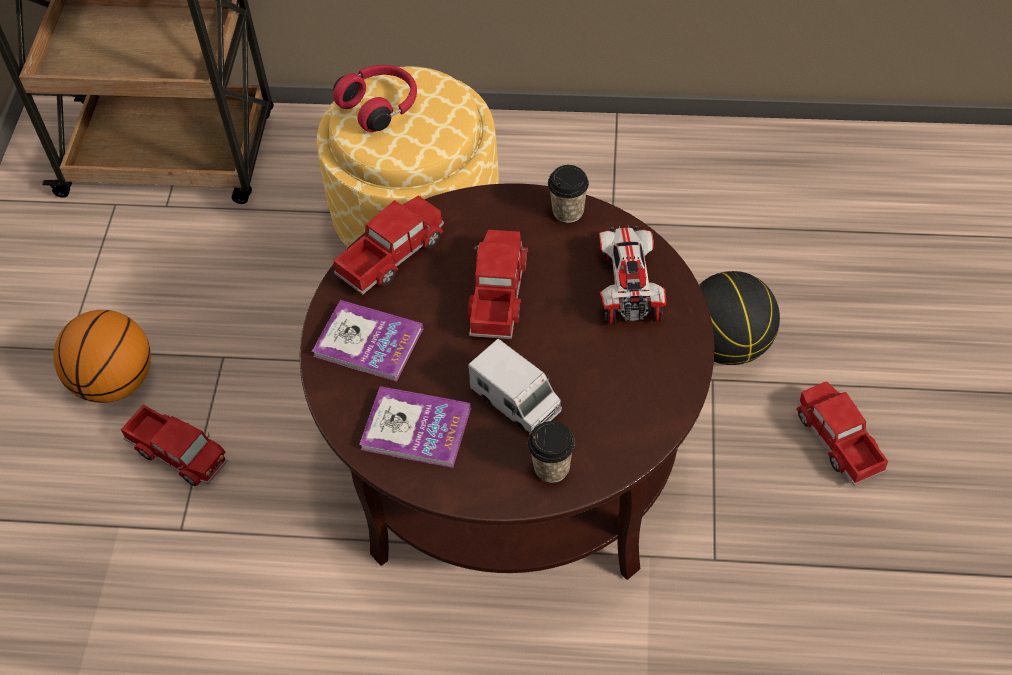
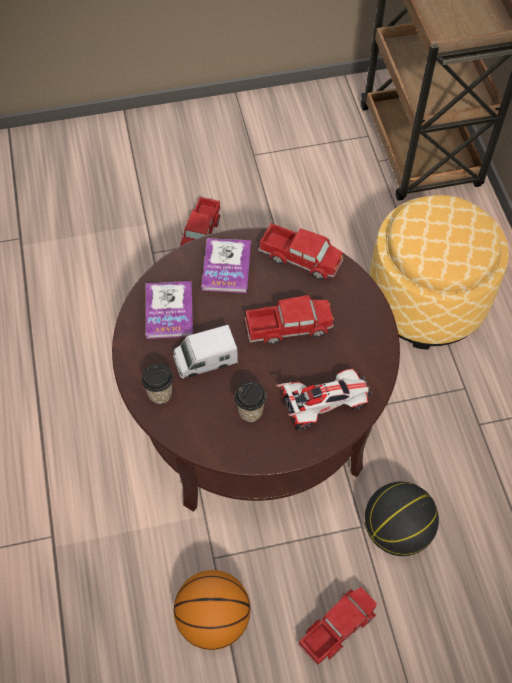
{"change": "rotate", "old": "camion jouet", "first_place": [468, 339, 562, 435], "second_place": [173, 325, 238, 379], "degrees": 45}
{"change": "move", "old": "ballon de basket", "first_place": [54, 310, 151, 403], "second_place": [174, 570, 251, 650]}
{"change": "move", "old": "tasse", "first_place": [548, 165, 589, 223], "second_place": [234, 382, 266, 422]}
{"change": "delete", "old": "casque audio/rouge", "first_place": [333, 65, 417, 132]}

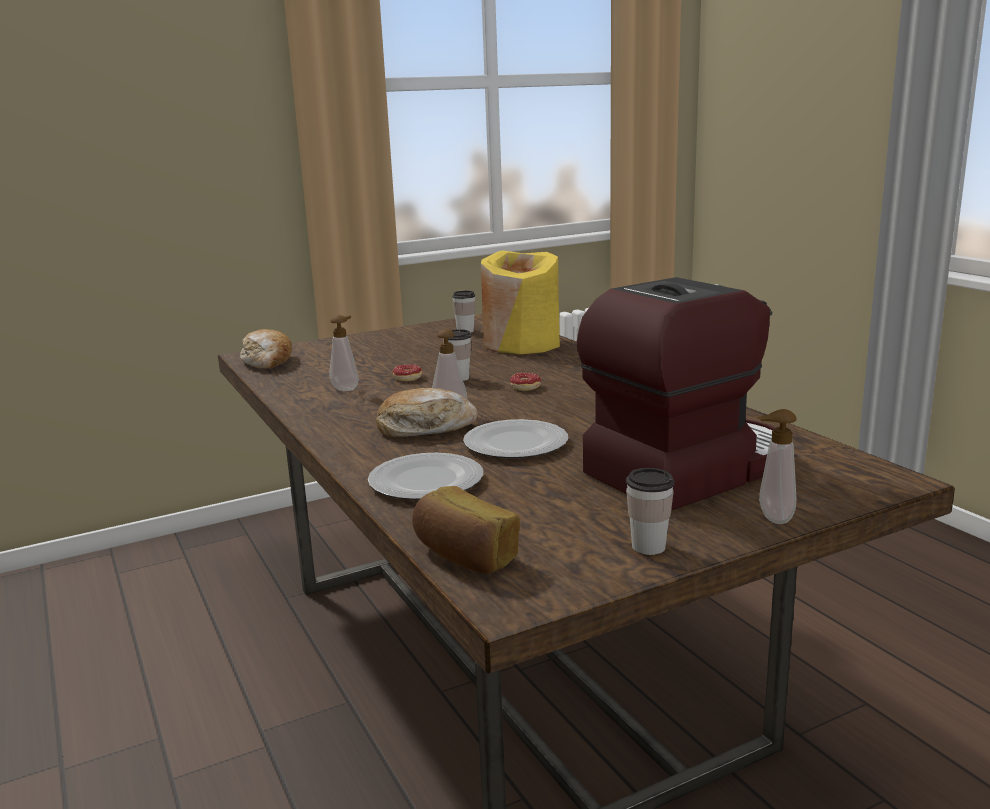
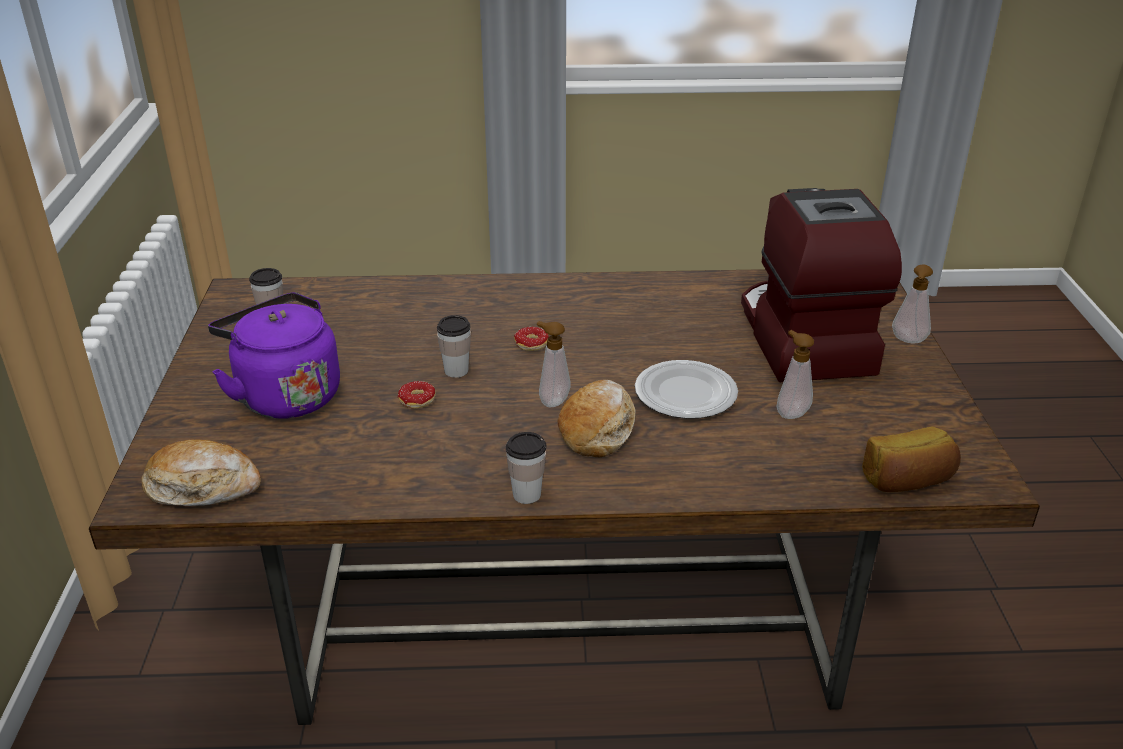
{"change": "insert", "new": "bouilloire/violet", "second_place": [208, 292, 340, 419]}
{"change": "move", "old": "tasse", "first_place": [626, 468, 674, 555], "second_place": [505, 432, 546, 504]}
{"change": "move", "old": "distributeur de savon", "first_place": [329, 315, 359, 391], "second_place": [776, 330, 814, 419]}
{"change": "delete", "old": "assiette", "first_place": [368, 453, 483, 500]}
{"change": "delete", "old": "vase/jaune", "first_place": [481, 251, 560, 354]}

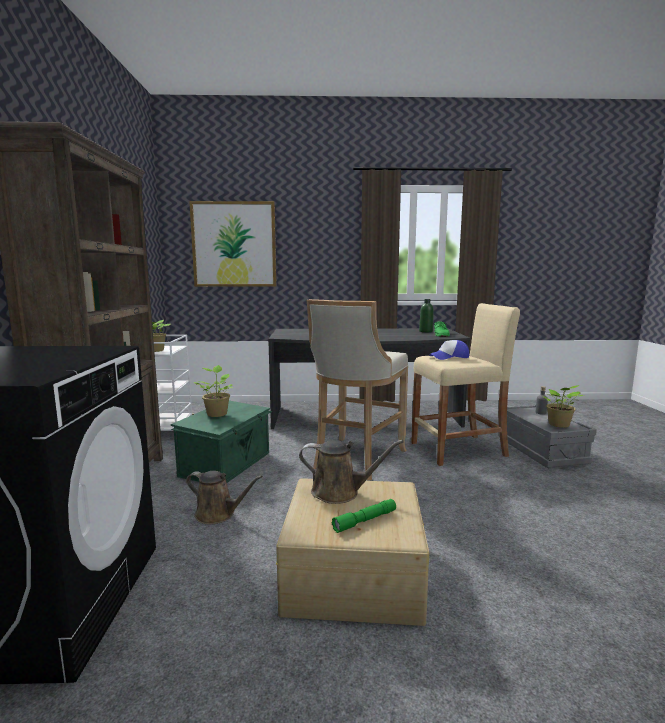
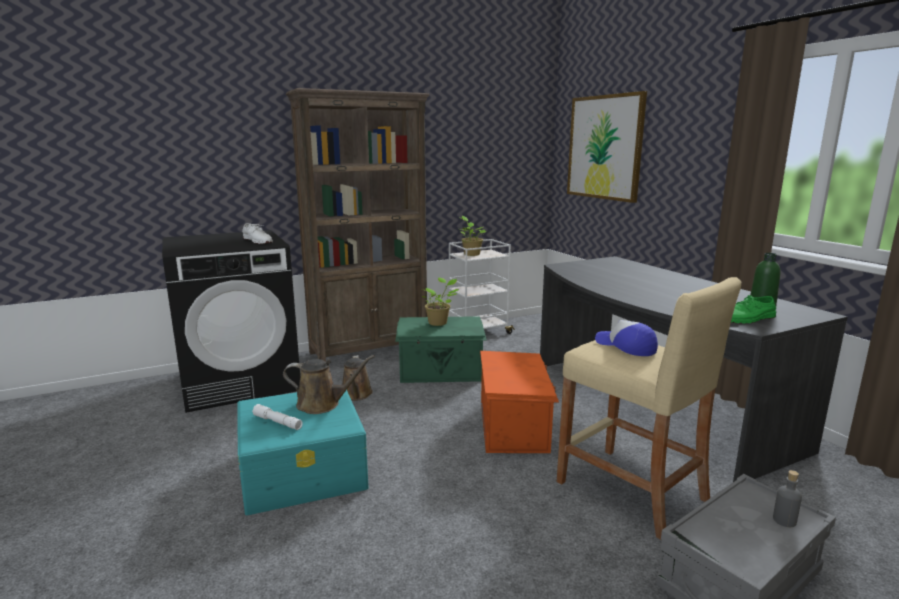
{"change": "recolor", "old": "boîte de rangement/beige", "new": "boîte de rangement/turquoise", "first_place": [276, 478, 429, 626], "second_place": [237, 390, 368, 515]}
{"change": "insert", "new": "chaussure/blanc", "second_place": [242, 223, 273, 244]}
{"change": "recolor", "old": "lampe de poche/vert", "new": "lampe de poche/blanc", "first_place": [332, 499, 396, 533], "second_place": [252, 404, 303, 430]}
{"change": "rotate", "old": "arrosoir/marron", "first_place": [299, 440, 404, 504], "second_place": [283, 355, 375, 414], "degrees": -75}
{"change": "replace", "old": "tabouret/beige", "new": "boîte de rangement/orange", "first_place": [307, 299, 408, 480], "second_place": [480, 351, 559, 453]}
{"change": "delete", "old": "plante en pot", "first_place": [543, 385, 583, 428]}

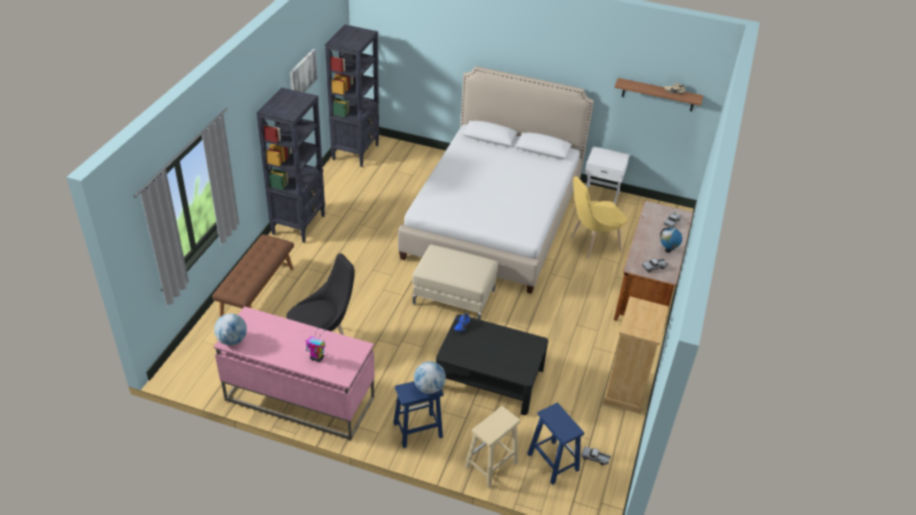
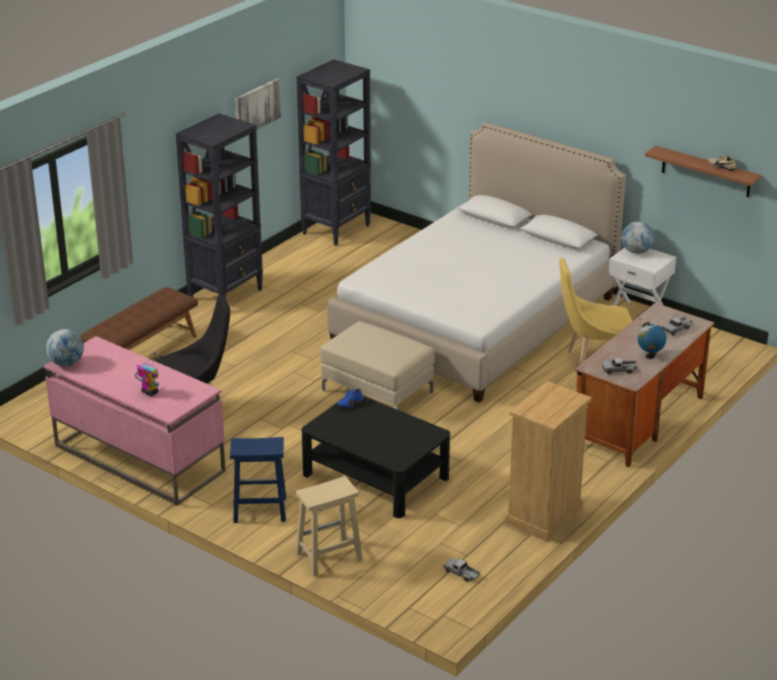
{"change": "move", "old": "globe", "first_place": [414, 361, 446, 394], "second_place": [622, 221, 654, 254]}
{"change": "delete", "old": "tabouret/bleu", "first_place": [527, 402, 584, 485]}

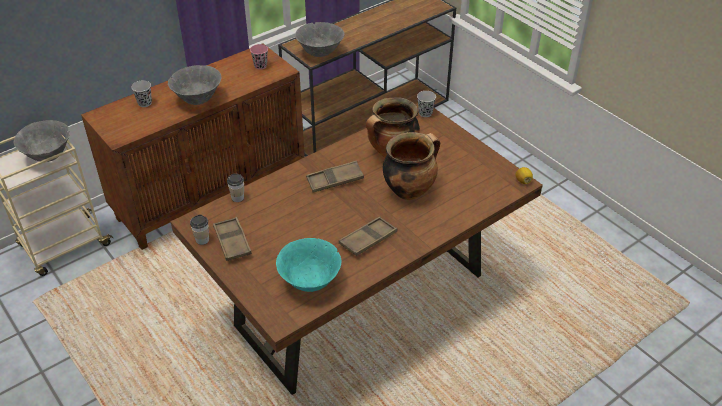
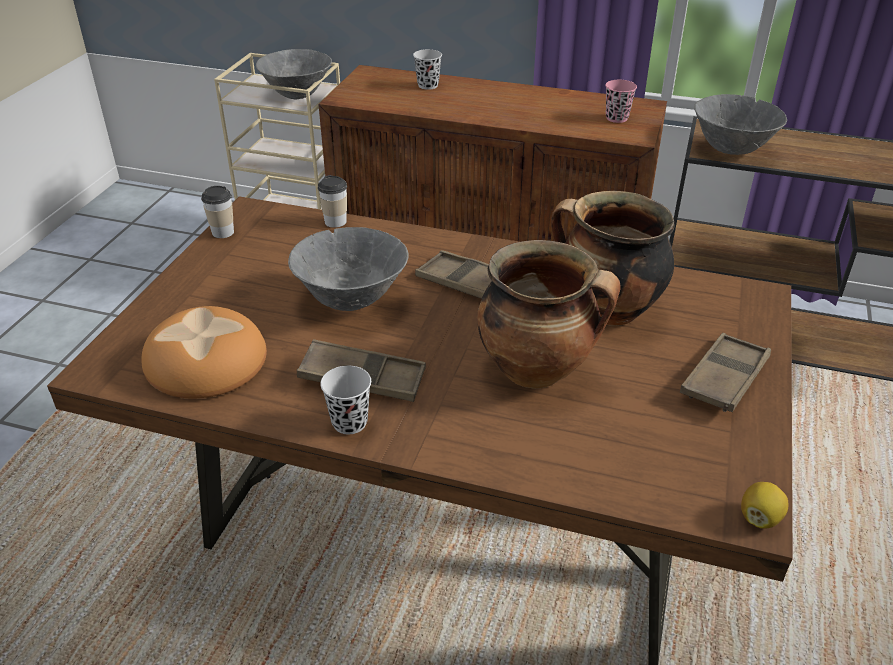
{"change": "replace", "old": "bol/turquoise", "new": "pain", "first_place": [276, 238, 342, 292], "second_place": [142, 306, 267, 399]}
{"change": "move", "old": "bol/gris", "first_place": [168, 65, 221, 105], "second_place": [288, 227, 409, 311]}
{"change": "move", "old": "tasse/noir", "first_place": [417, 91, 436, 117], "second_place": [320, 366, 371, 434]}
{"change": "move", "old": "plateau/marron", "first_place": [213, 217, 252, 261], "second_place": [680, 333, 771, 412]}

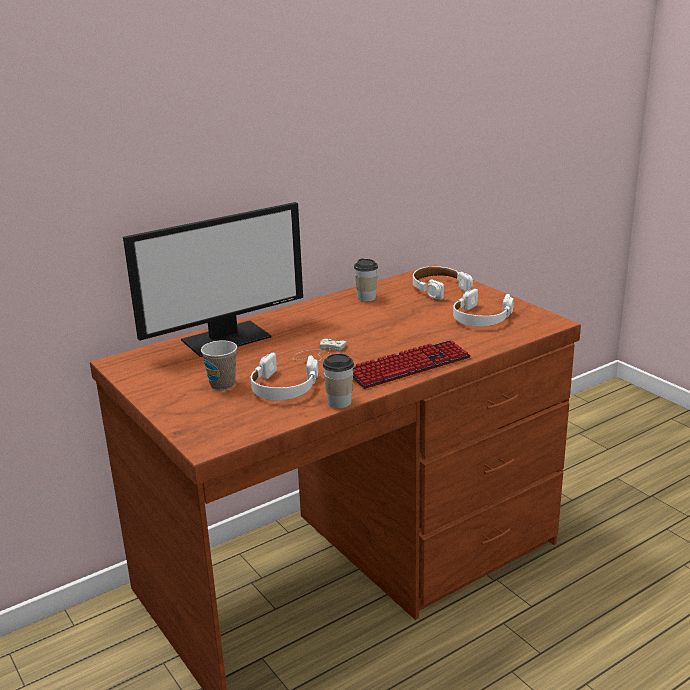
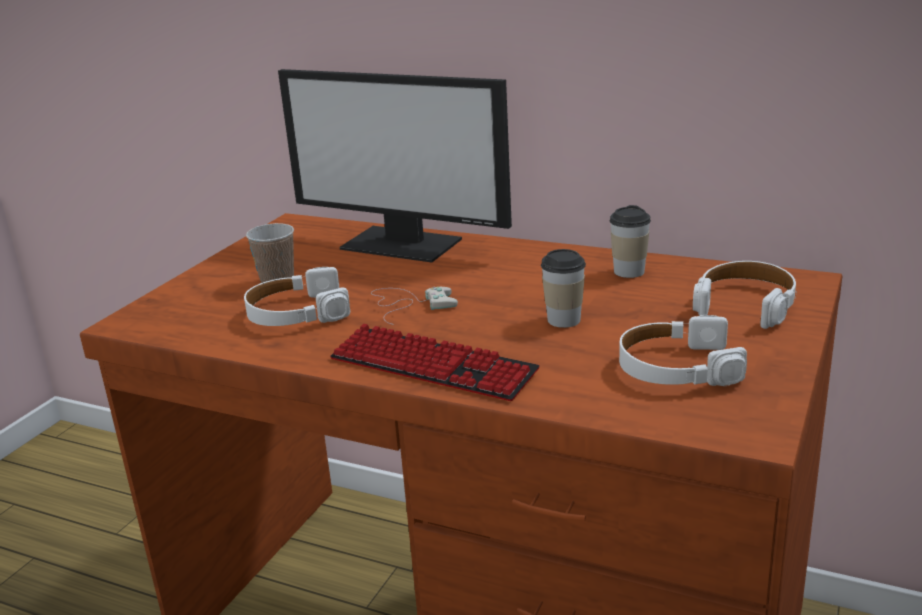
{"change": "move", "old": "tasse", "first_place": [323, 354, 354, 408], "second_place": [541, 249, 586, 328]}

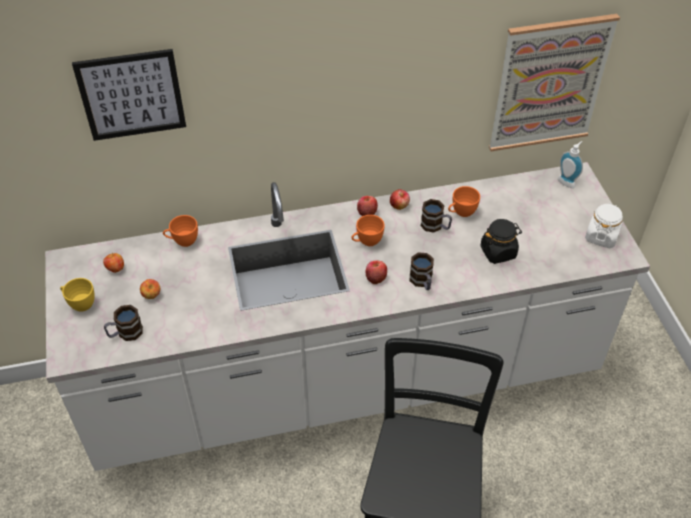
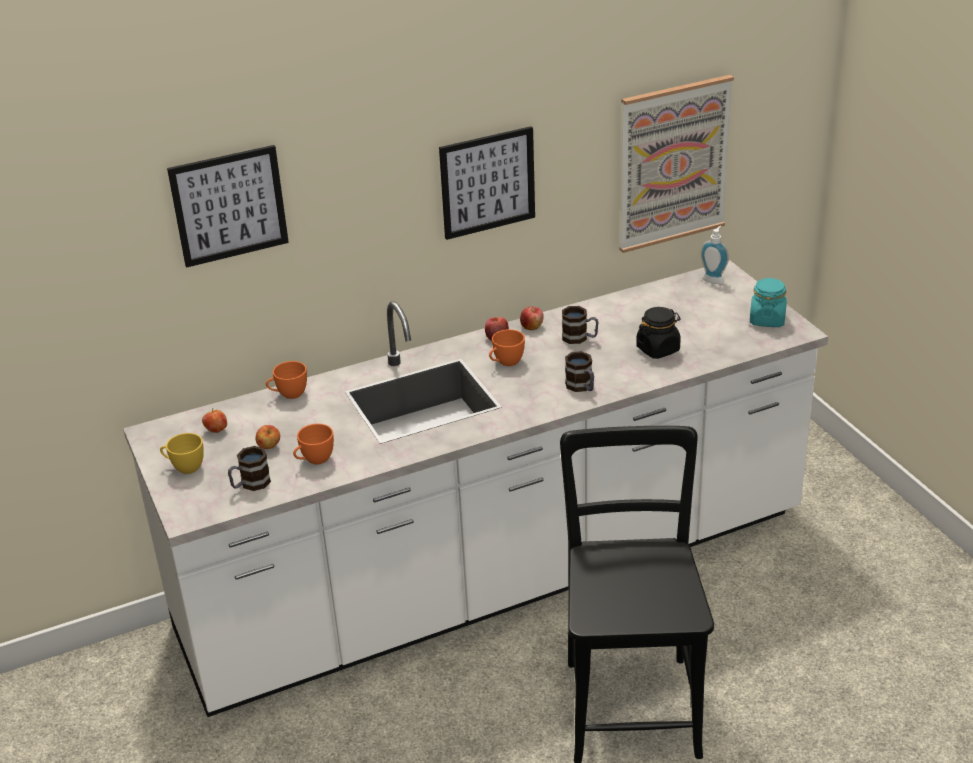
{"change": "move", "old": "tasse/orange", "first_place": [448, 186, 480, 217], "second_place": [293, 424, 334, 464]}
{"change": "insert", "new": "tableau", "second_place": [439, 126, 535, 240]}
{"change": "recolor", "old": "bocal/blanc", "new": "bocal/turquoise", "first_place": [585, 203, 623, 248], "second_place": [750, 278, 787, 327]}
{"change": "delete", "old": "pomme", "first_place": [365, 260, 387, 284]}

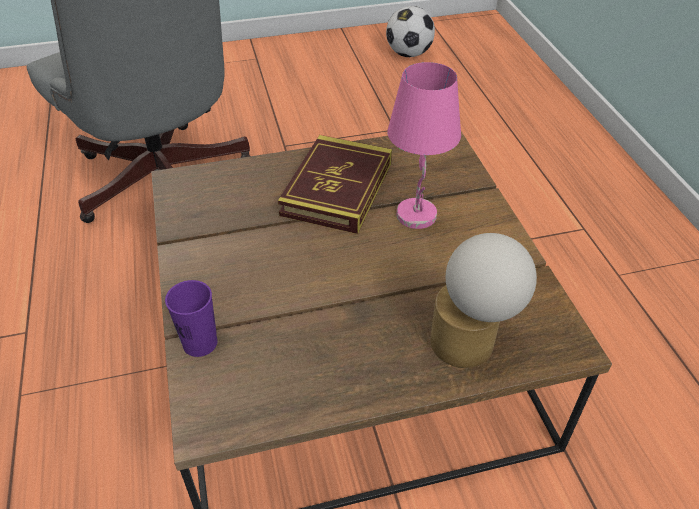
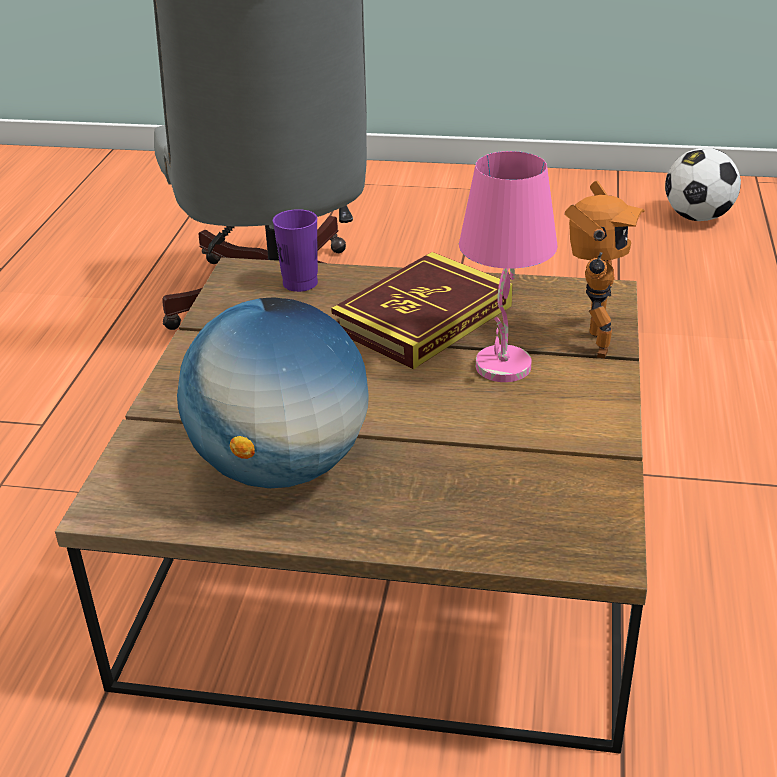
{"change": "insert", "new": "globe", "second_place": [177, 297, 369, 488]}
{"change": "move", "old": "tasse/violet", "first_place": [165, 280, 218, 357], "second_place": [273, 209, 318, 292]}
{"change": "insert", "new": "robot jouet", "second_place": [565, 181, 645, 359]}
{"change": "delete", "old": "lampe de table", "first_place": [430, 233, 537, 368]}

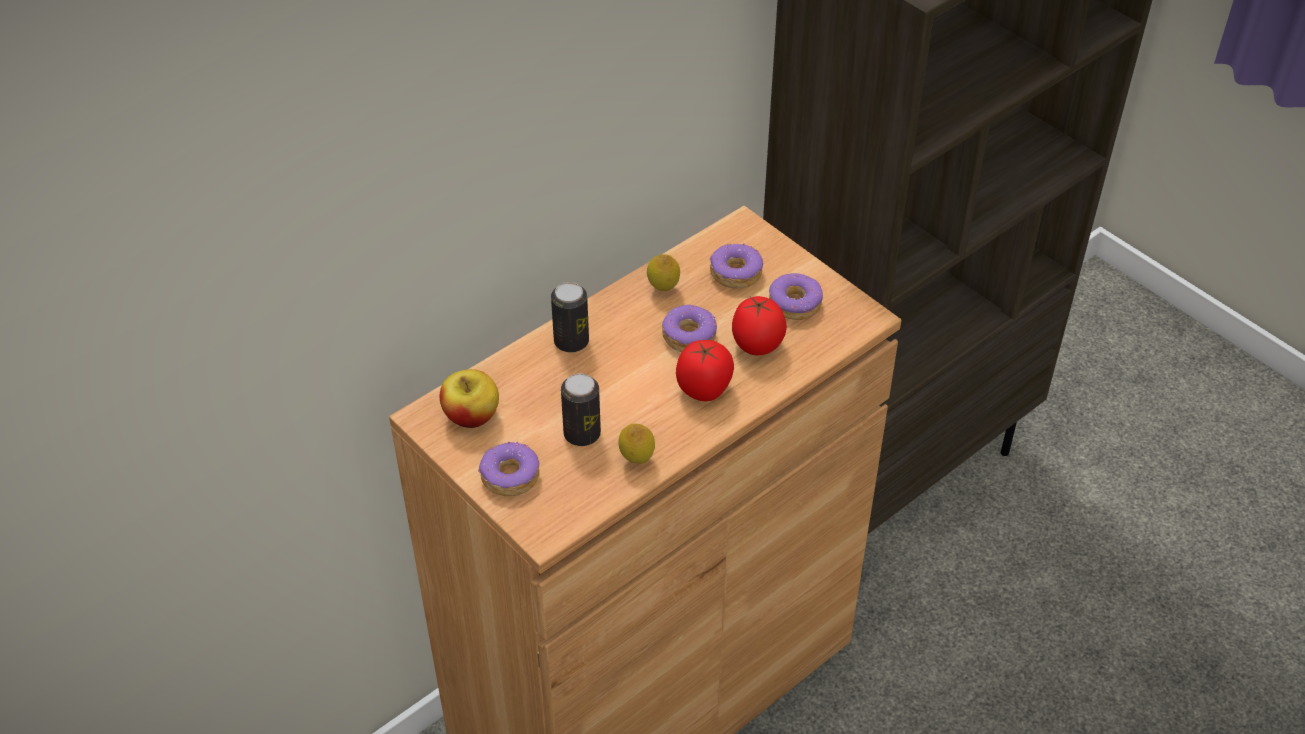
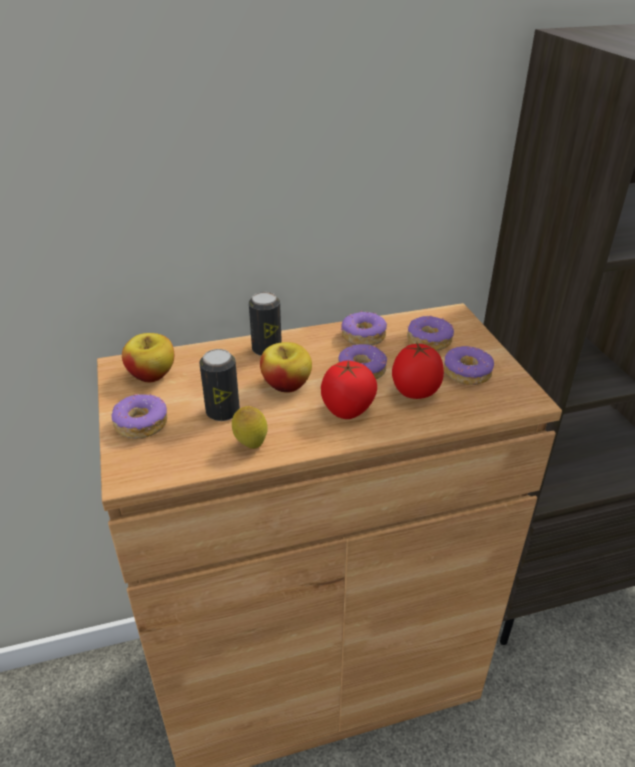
{"change": "insert", "new": "pomme", "second_place": [260, 342, 312, 393]}
{"change": "replace", "old": "citron", "new": "beignet", "first_place": [647, 254, 680, 291], "second_place": [341, 310, 387, 345]}

